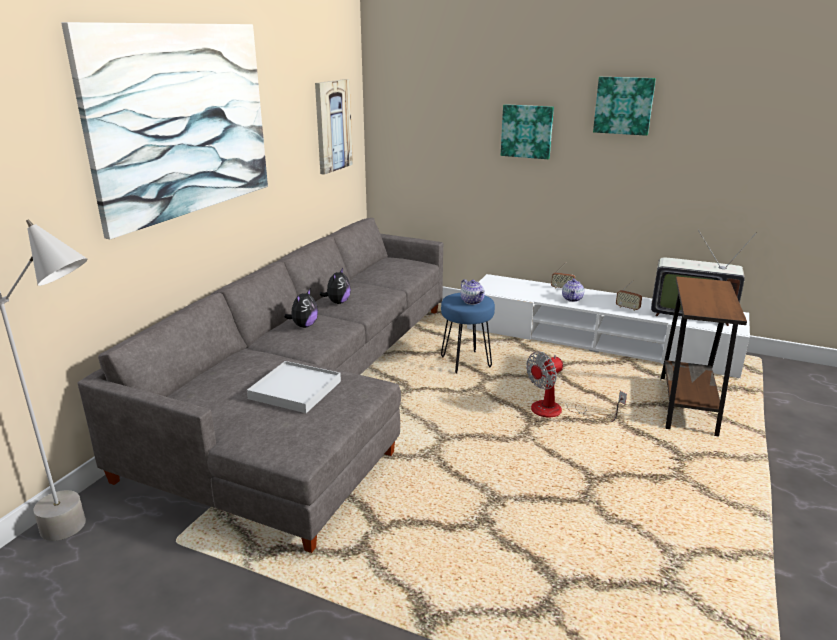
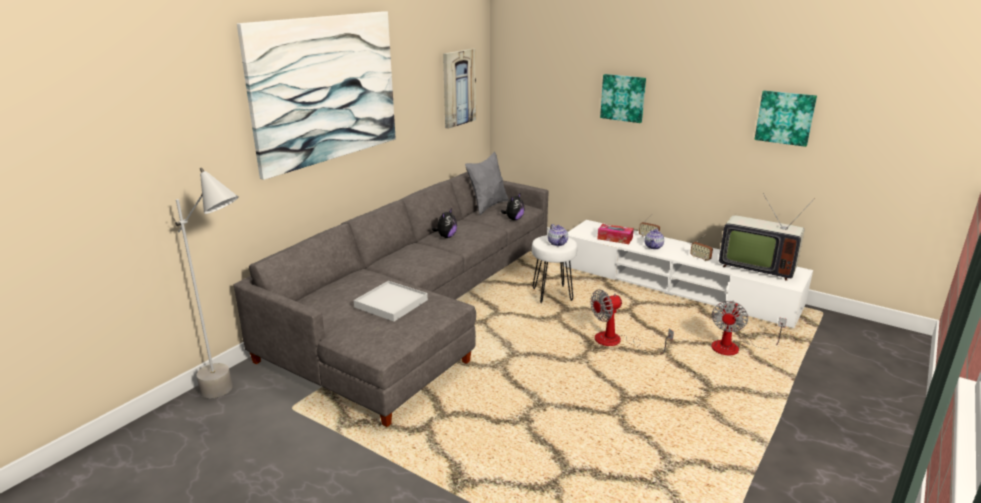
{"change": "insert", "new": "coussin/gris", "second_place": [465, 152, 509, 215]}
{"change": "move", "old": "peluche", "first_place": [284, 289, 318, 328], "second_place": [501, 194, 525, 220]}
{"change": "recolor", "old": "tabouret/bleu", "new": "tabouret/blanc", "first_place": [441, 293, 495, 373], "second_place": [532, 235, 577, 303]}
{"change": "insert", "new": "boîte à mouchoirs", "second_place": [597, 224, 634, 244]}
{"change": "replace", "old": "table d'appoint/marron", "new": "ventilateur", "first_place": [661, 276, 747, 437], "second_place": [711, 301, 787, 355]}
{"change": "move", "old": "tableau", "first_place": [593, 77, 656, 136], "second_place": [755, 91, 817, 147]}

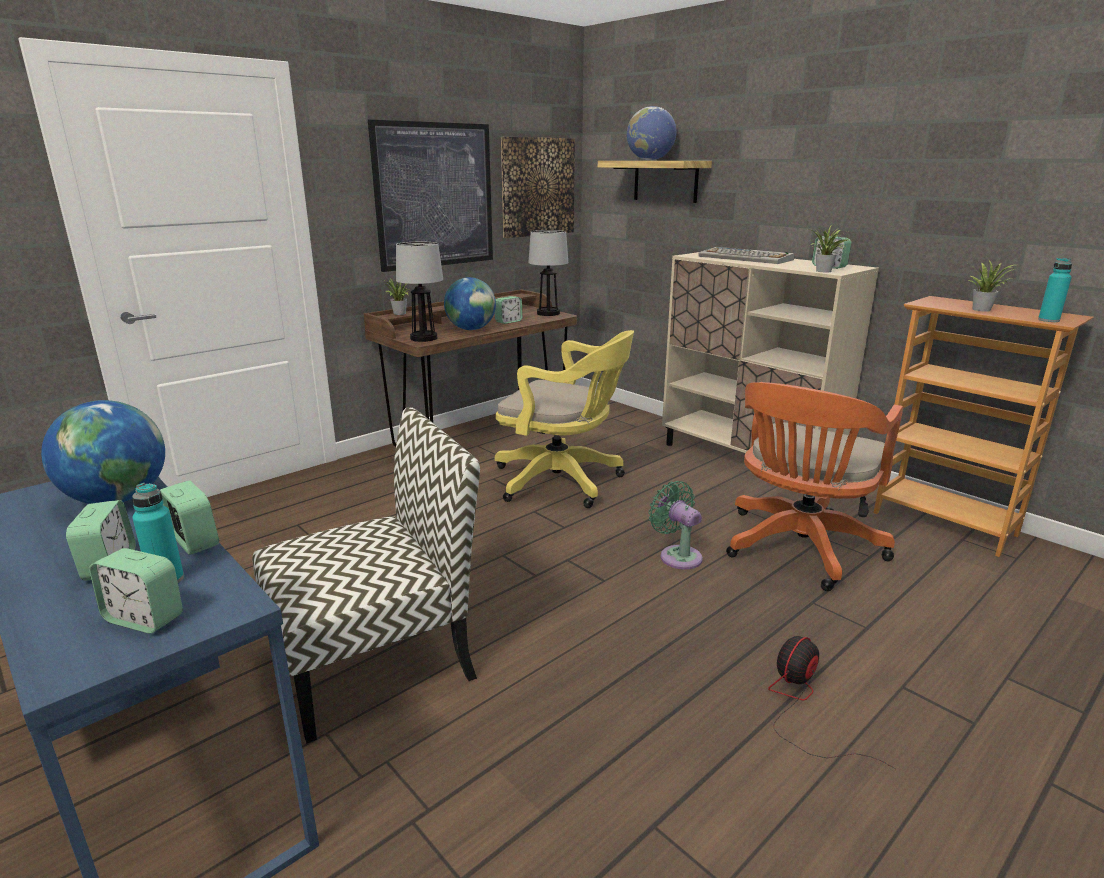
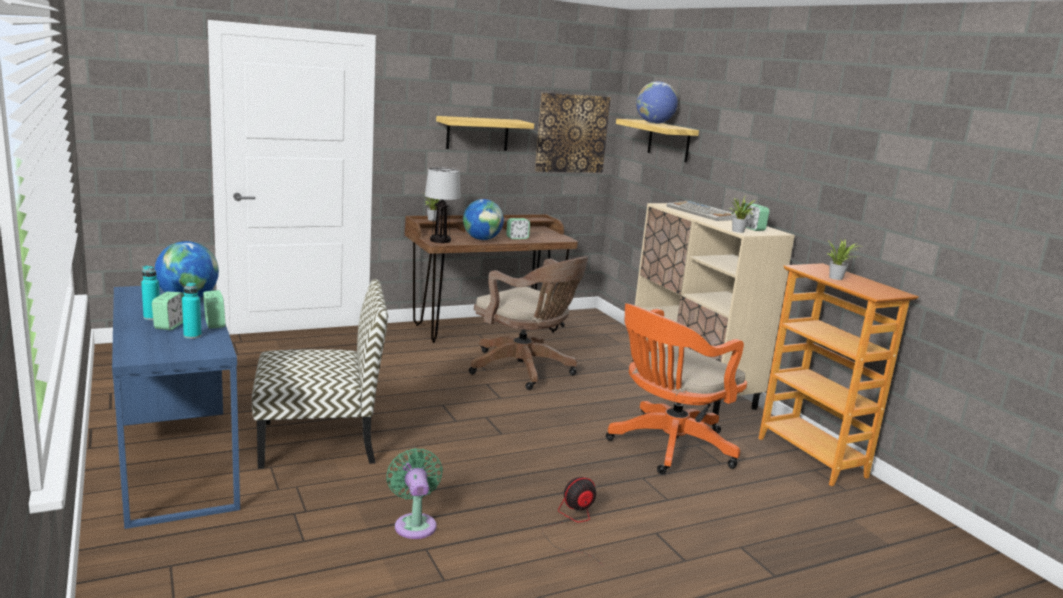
{"change": "move", "old": "bouteille/turquoise", "first_place": [1038, 258, 1072, 322], "second_place": [141, 266, 160, 320]}
{"change": "move", "old": "ventilateur/vert", "first_place": [648, 481, 703, 570], "second_place": [386, 448, 443, 539]}
{"change": "replace", "old": "tableau", "new": "étagère", "first_place": [368, 119, 493, 272], "second_place": [436, 116, 534, 151]}
{"change": "recolor", "old": "chaise de bureau/jaune", "new": "chaise de bureau/marron", "first_place": [495, 330, 634, 508], "second_place": [469, 256, 588, 390]}
{"change": "delete", "old": "réveil", "first_place": [89, 548, 183, 634]}
{"change": "delete", "old": "lampe de table", "first_place": [528, 230, 568, 316]}

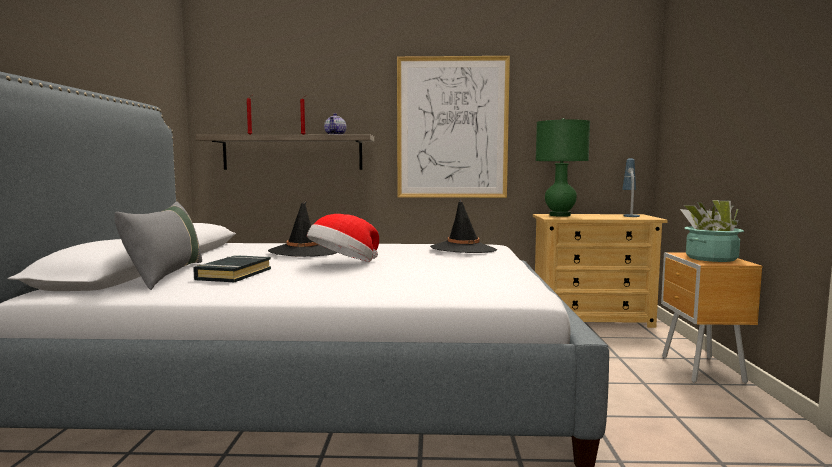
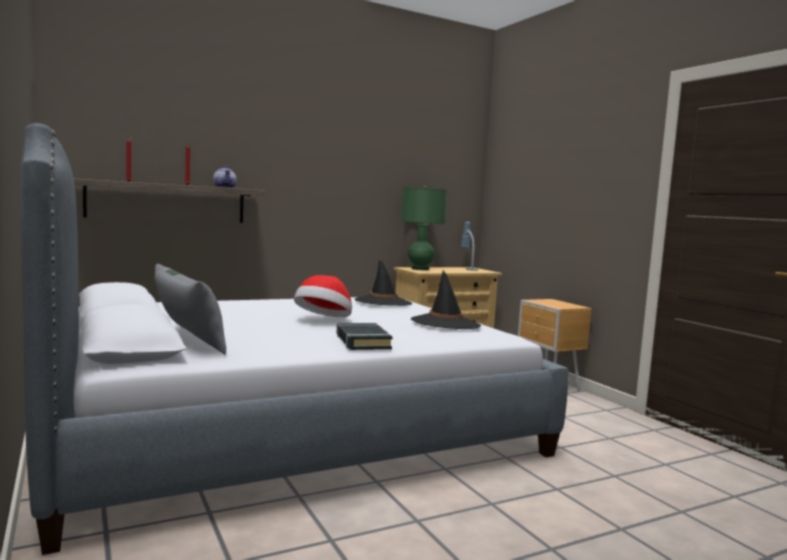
{"change": "move", "old": "livre/noir", "first_place": [193, 255, 271, 282], "second_place": [336, 323, 393, 350]}
{"change": "move", "old": "chapeau/noir", "first_place": [268, 200, 337, 257], "second_place": [411, 270, 481, 329]}
{"change": "delete", "old": "tableau", "first_place": [397, 56, 510, 198]}
{"change": "delete", "old": "plante en pot", "first_place": [680, 200, 744, 262]}

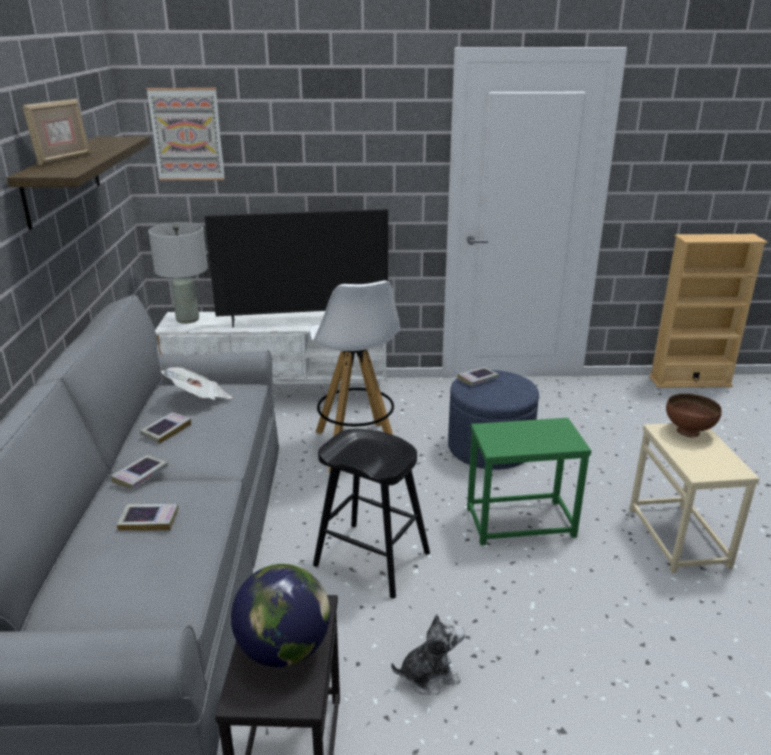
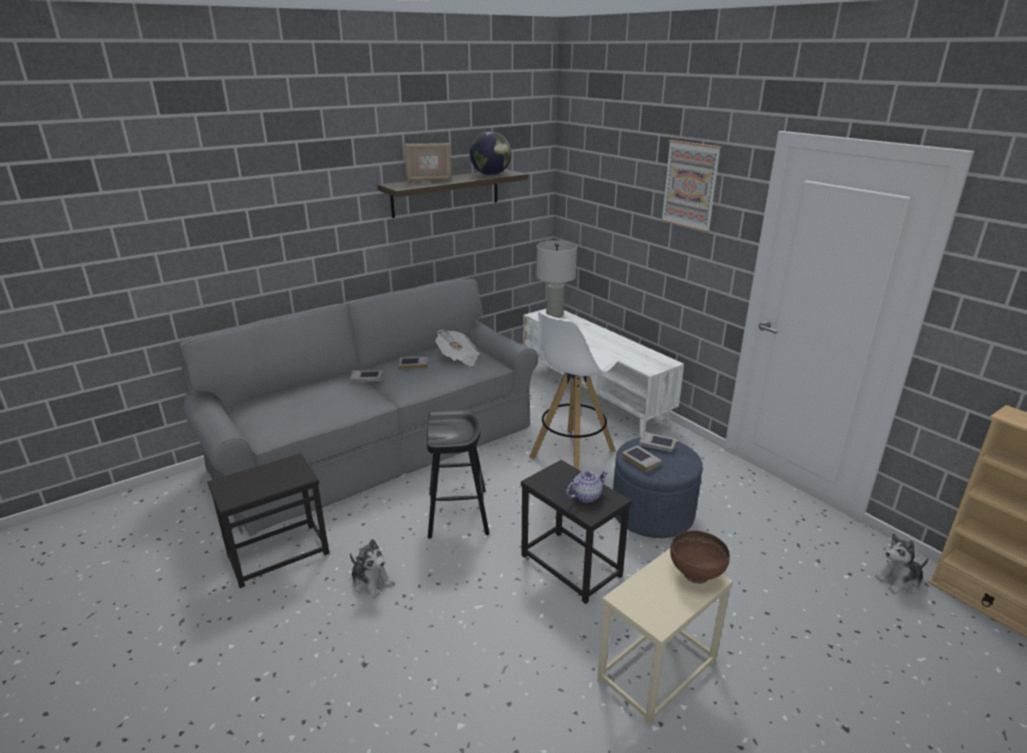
{"change": "move", "old": "globe", "first_place": [231, 564, 330, 667], "second_place": [470, 131, 511, 175]}
{"change": "recolor", "old": "table d'appoint/vert", "new": "table d'appoint/noir", "first_place": [467, 418, 591, 545], "second_place": [521, 460, 632, 604]}
{"change": "insert", "new": "théière", "second_place": [566, 470, 608, 503]}
{"change": "move", "old": "livre", "first_place": [117, 504, 179, 531], "second_place": [622, 445, 662, 472]}
{"change": "move", "old": "tableau", "first_place": [146, 88, 225, 180], "second_place": [661, 140, 722, 232]}
{"change": "insert", "new": "peluche", "second_place": [875, 533, 928, 594]}
{"change": "delete", "old": "téléviseur", "first_place": [204, 209, 388, 328]}

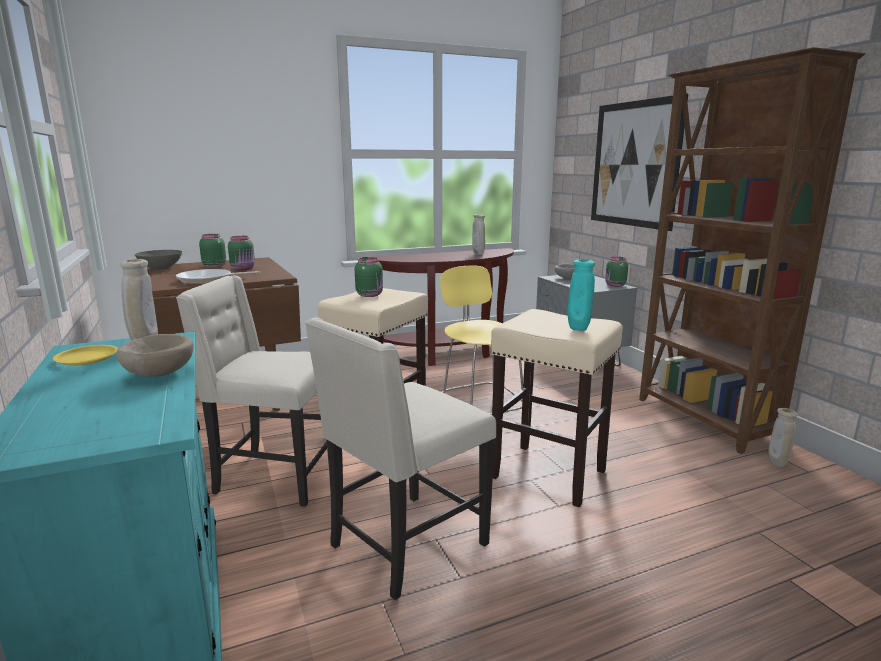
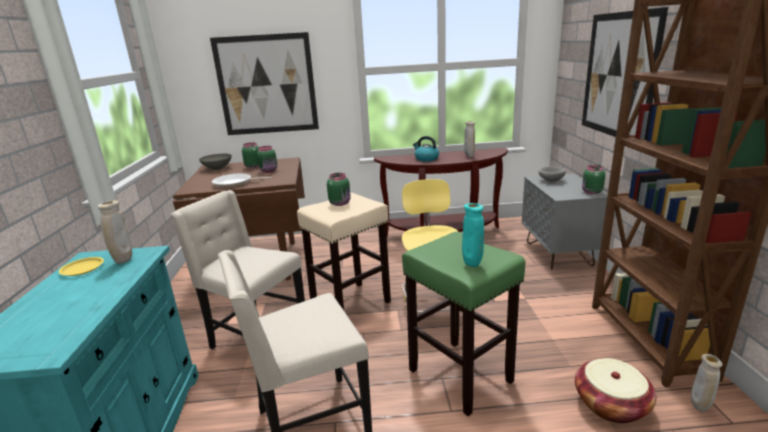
{"change": "insert", "new": "tableau", "second_place": [210, 32, 319, 135]}
{"change": "recolor", "old": "tabouret/beige", "new": "tabouret/vert", "first_place": [491, 309, 623, 507], "second_place": [402, 231, 526, 416]}
{"change": "insert", "new": "bouilloire", "second_place": [413, 136, 439, 162]}
{"change": "insert", "new": "panier", "second_place": [575, 358, 656, 423]}
{"change": "delete", "old": "bol/beige", "first_place": [116, 334, 194, 377]}

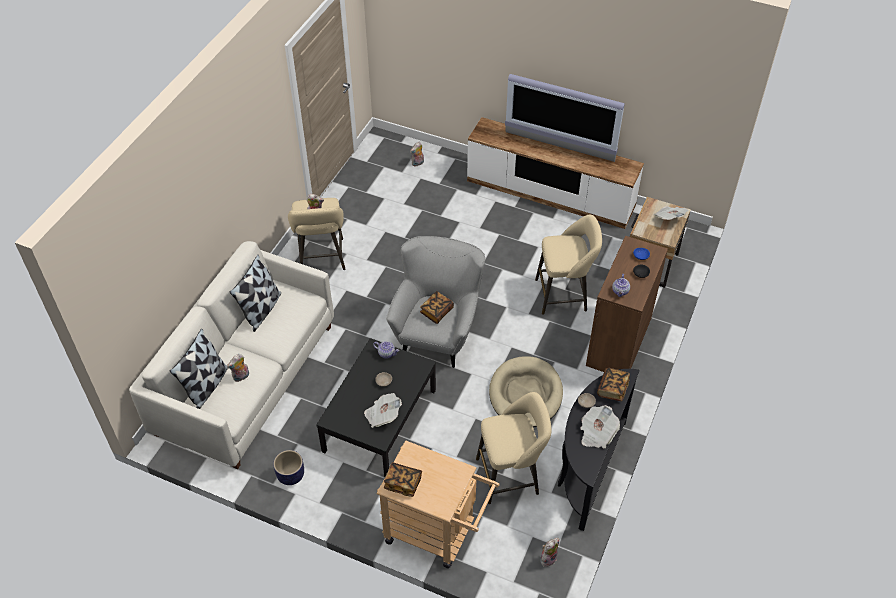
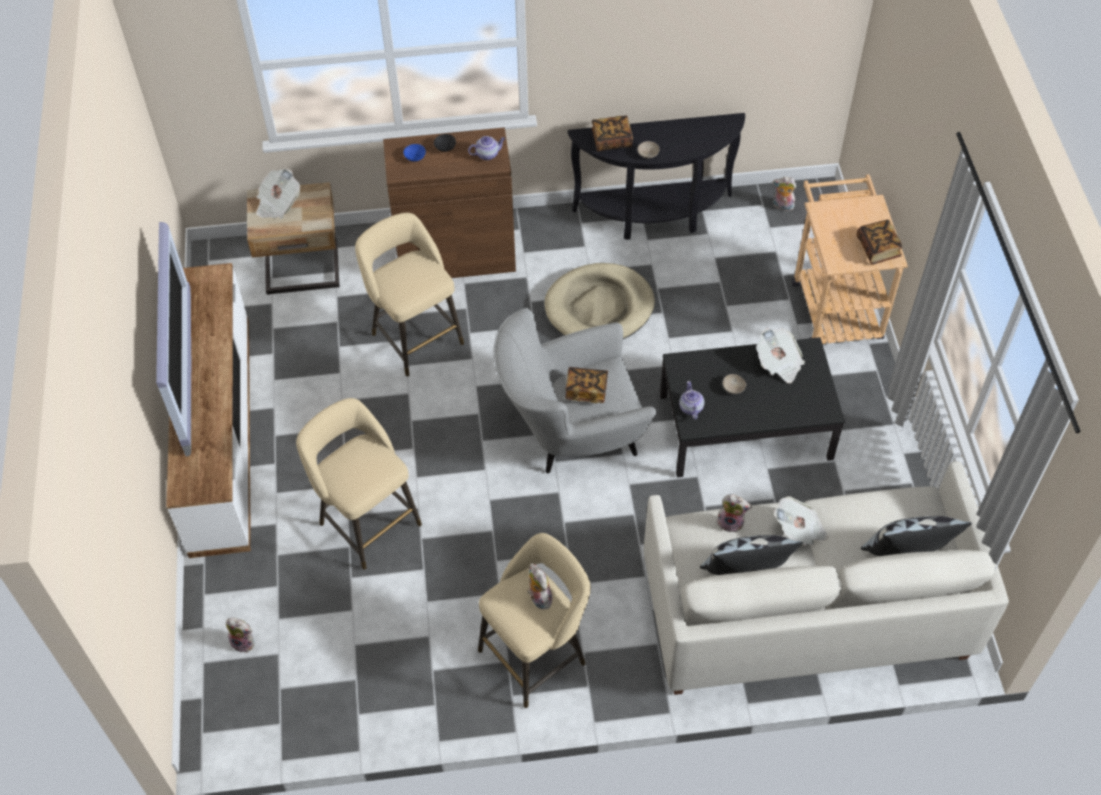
{"change": "move", "old": "tabouret/beige", "first_place": [476, 392, 551, 504], "second_place": [296, 398, 422, 570]}
{"change": "move", "old": "peluche", "first_place": [227, 354, 249, 382], "second_place": [717, 494, 752, 533]}
{"change": "move", "old": "journal", "first_place": [580, 405, 620, 449], "second_place": [774, 496, 828, 546]}
{"change": "delete", "old": "cache-pot", "first_place": [273, 450, 304, 485]}

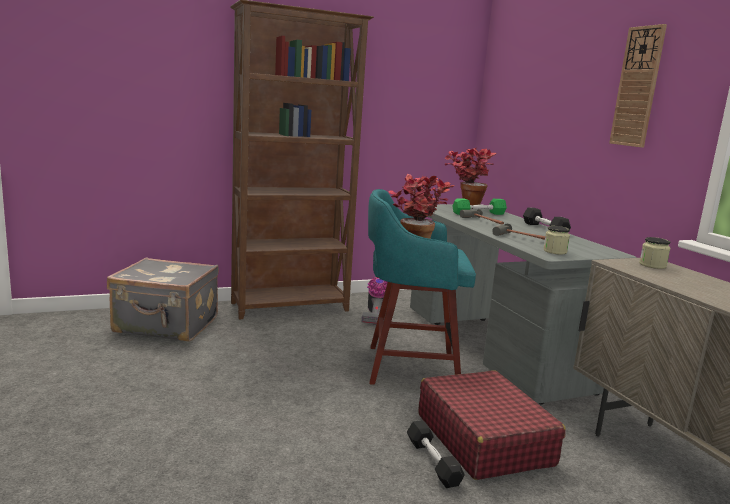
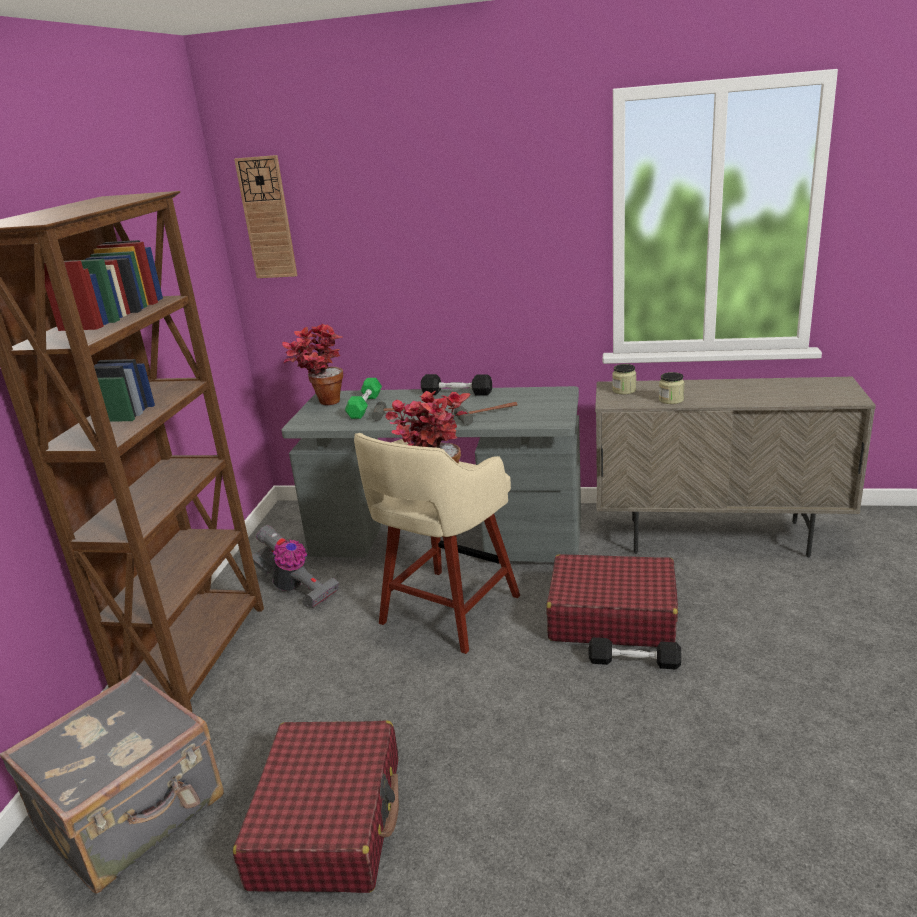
{"change": "insert", "new": "valise/rouge", "second_place": [233, 720, 399, 893]}
{"change": "move", "old": "horloge murale", "first_place": [609, 24, 667, 148], "second_place": [234, 155, 297, 278]}
{"change": "recolor", "old": "tabouret/turquoise", "new": "tabouret/beige", "first_place": [368, 189, 476, 385], "second_place": [354, 433, 520, 654]}
{"change": "move", "old": "bocal", "first_place": [543, 226, 570, 255], "second_place": [659, 372, 685, 404]}

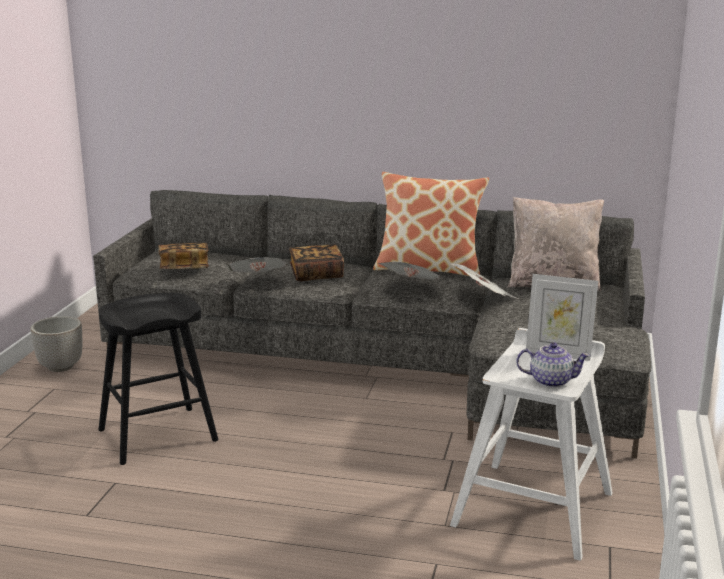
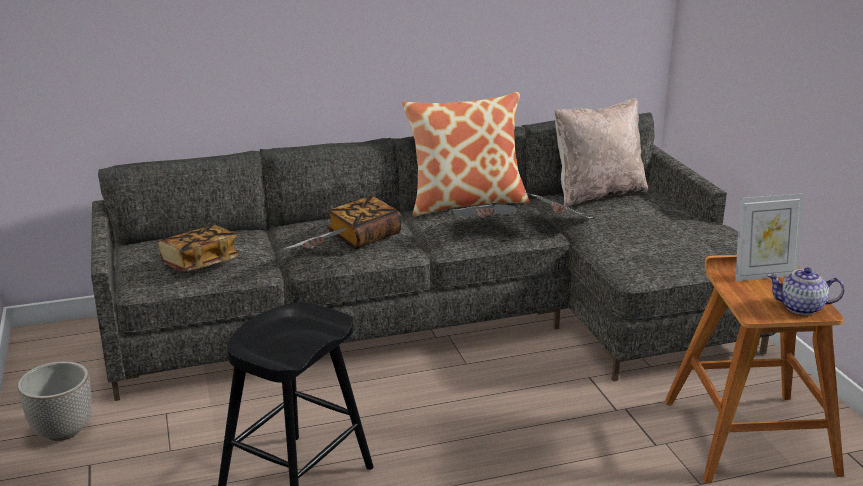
{"change": "recolor", "old": "tabouret/blanc", "new": "tabouret/marron", "first_place": [450, 328, 613, 561], "second_place": [665, 255, 844, 483]}
{"change": "rotate", "old": "théière", "first_place": [516, 342, 590, 388], "second_place": [767, 267, 845, 315], "degrees": -150}

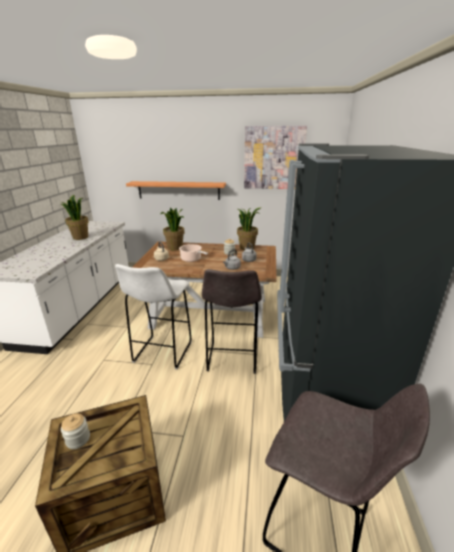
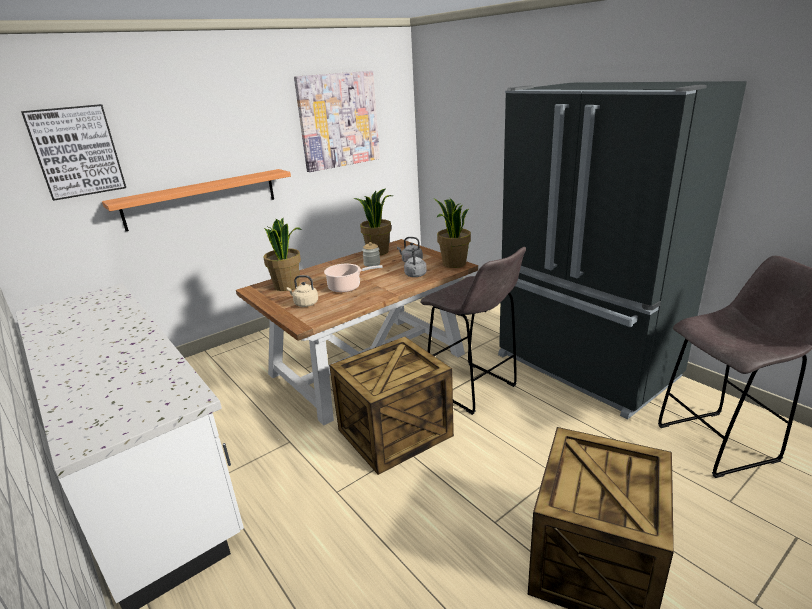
{"change": "insert", "new": "tableau", "second_place": [21, 104, 126, 201]}
{"change": "replace", "old": "tabouret/blanc", "new": "caisse", "first_place": [115, 264, 192, 370], "second_place": [329, 337, 454, 475]}
{"change": "move", "old": "plante en pot", "first_place": [61, 195, 89, 240], "second_place": [434, 198, 471, 268]}
{"change": "delete", "old": "bocal", "first_place": [61, 413, 90, 449]}

